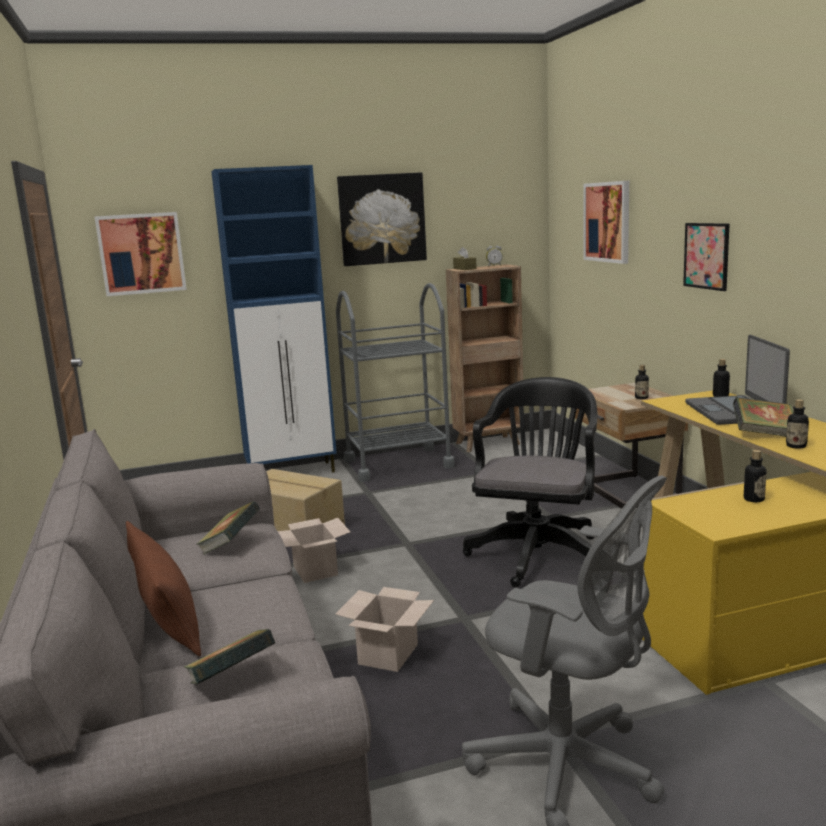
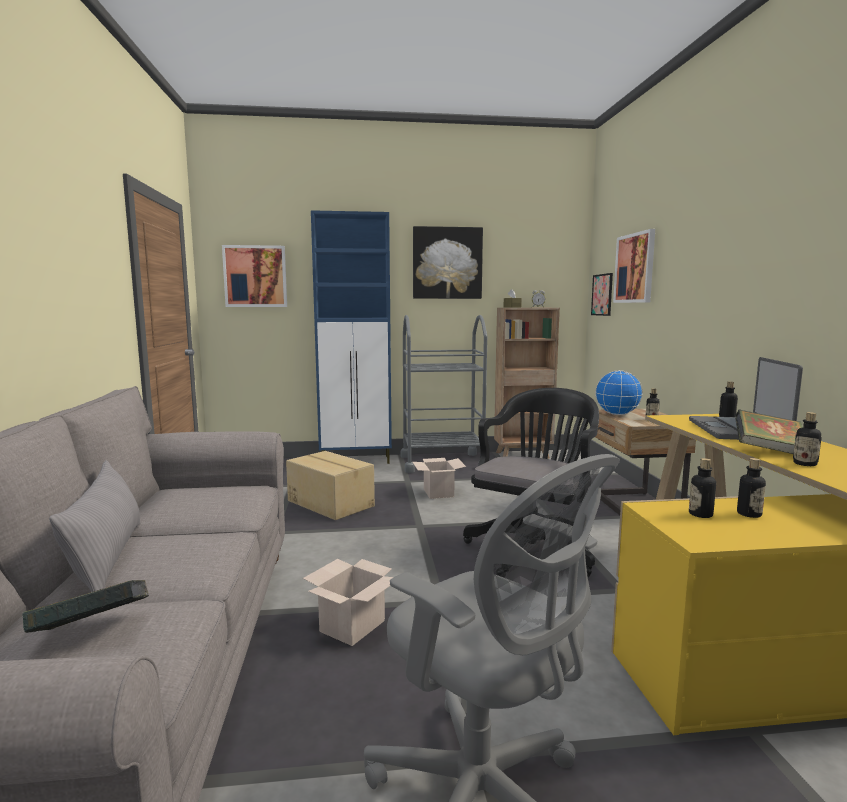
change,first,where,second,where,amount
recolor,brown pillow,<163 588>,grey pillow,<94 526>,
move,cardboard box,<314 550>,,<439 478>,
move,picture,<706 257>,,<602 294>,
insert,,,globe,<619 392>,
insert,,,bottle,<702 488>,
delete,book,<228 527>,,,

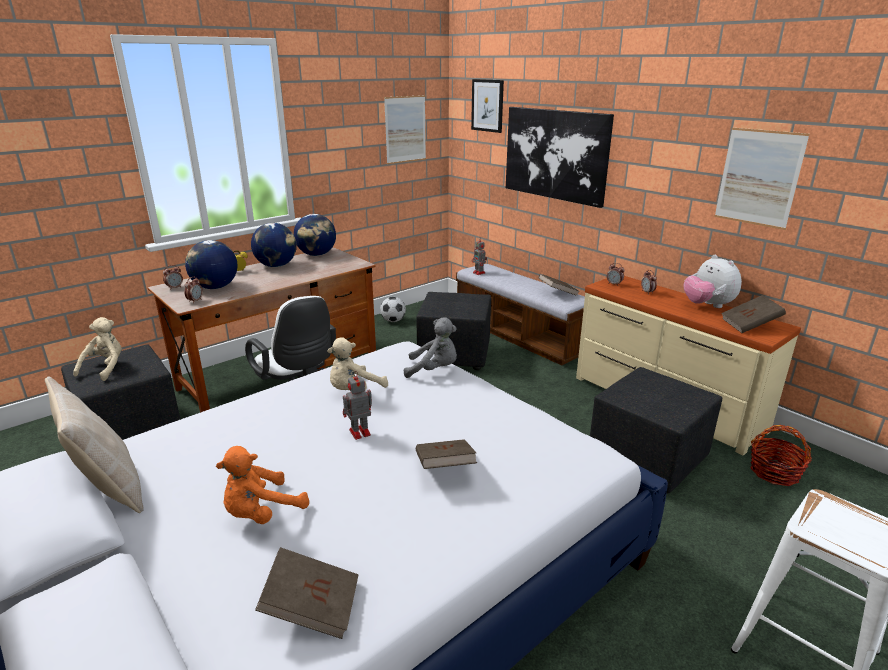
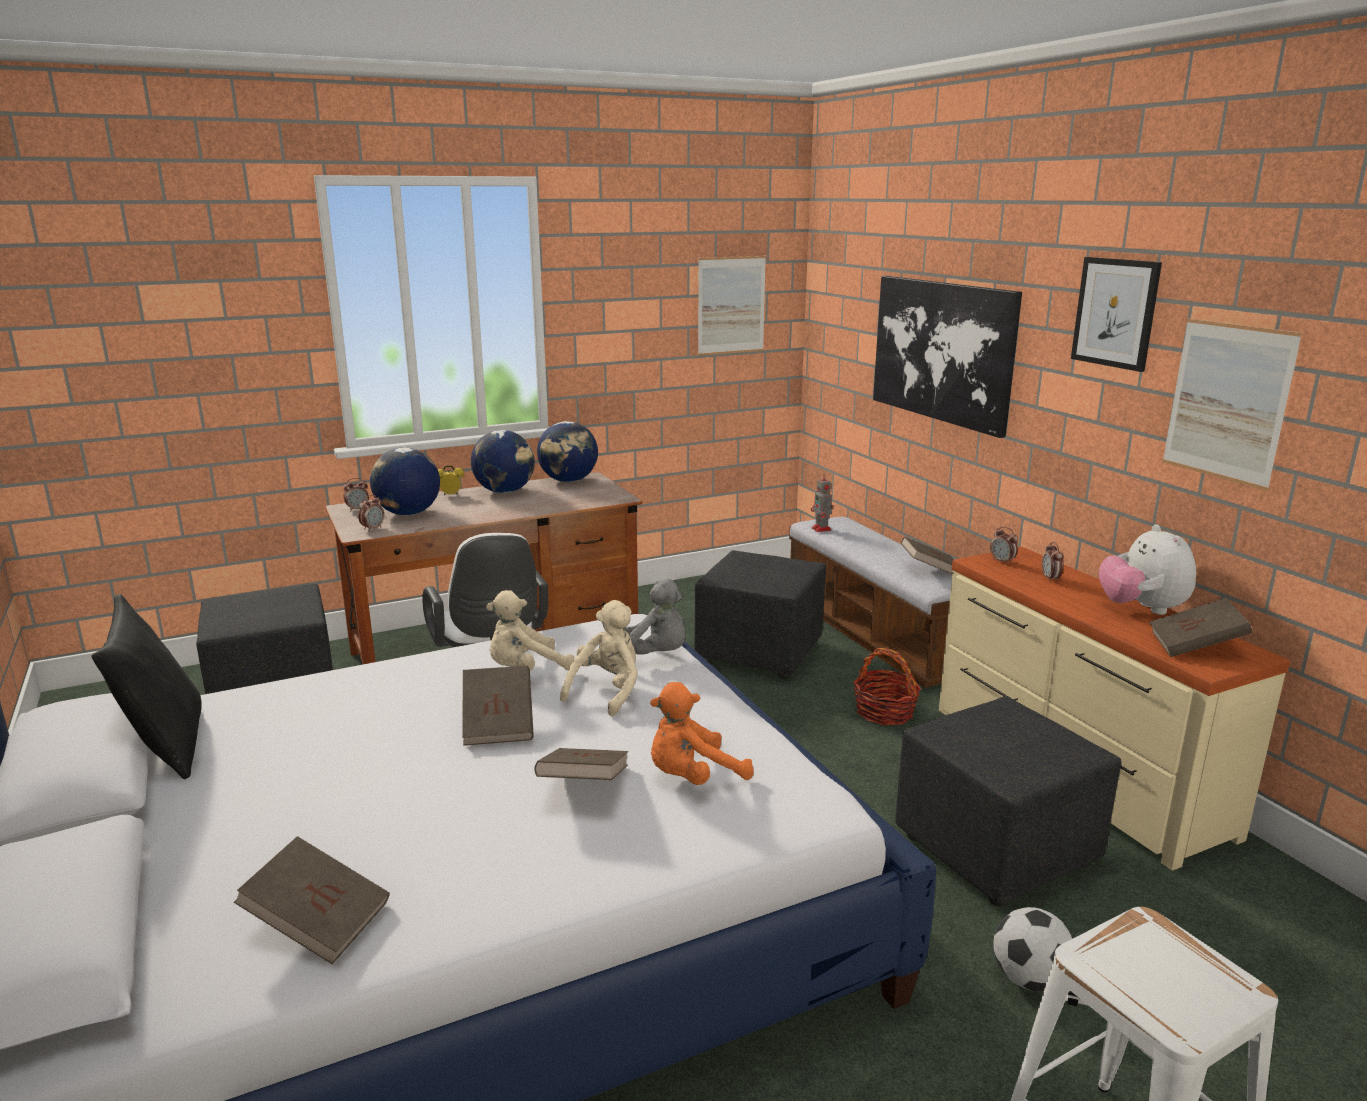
change,first,where,second,where,amount
recolor,beige pillow,<94 444>,black pillow,<147 686>,
replace,toy robot,<357 405>,brown book,<498 706>,
move,beige plush toy,<97 349>,,<599 658>,
move,orange plush toy,<262 485>,,<702 733>,
move,basket,<781 455>,,<887 686>,
move,football,<393 309>,,<1033 949>,
move,picture,<487 106>,,<1116 314>,

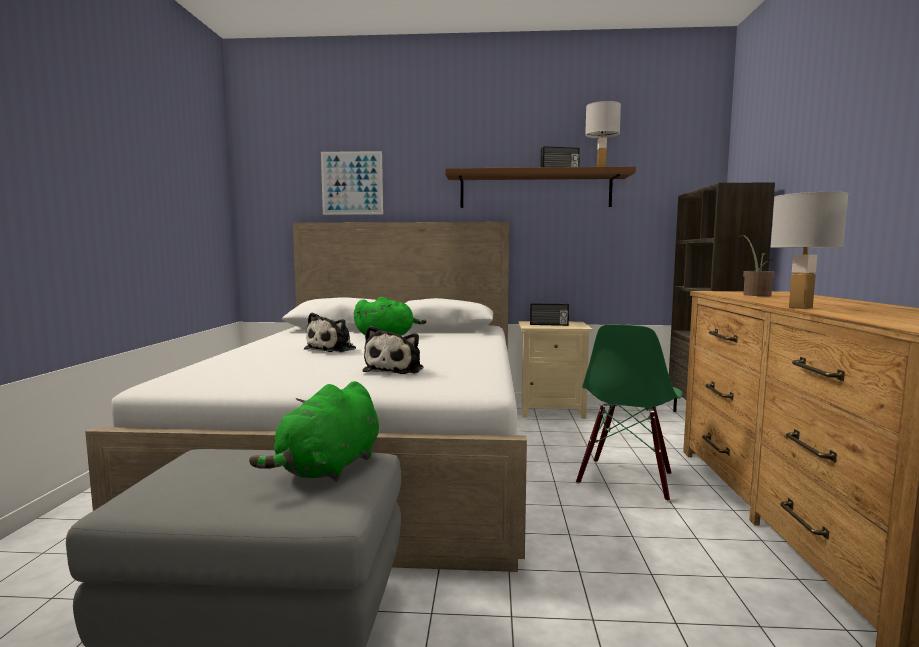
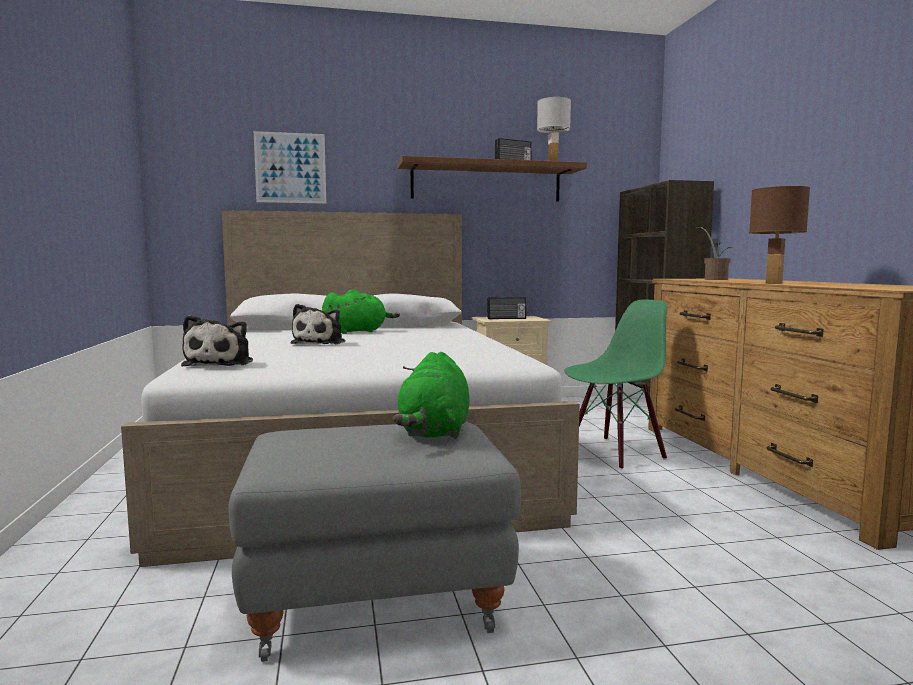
change,first,where,second,where,amount
move,plush toy,<393 350>,,<217 340>,
rotate,green chair,<629 413>,,<615 385>,135 degrees counterclockwise
recolor,white table lamp,<809 250>,brown table lamp,<779 235>,

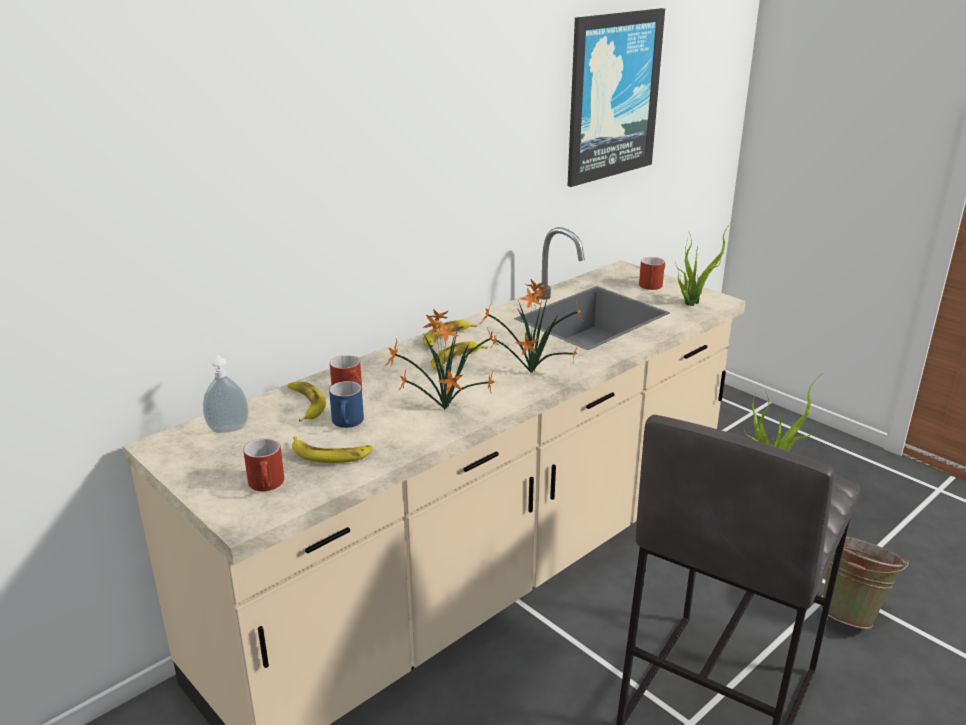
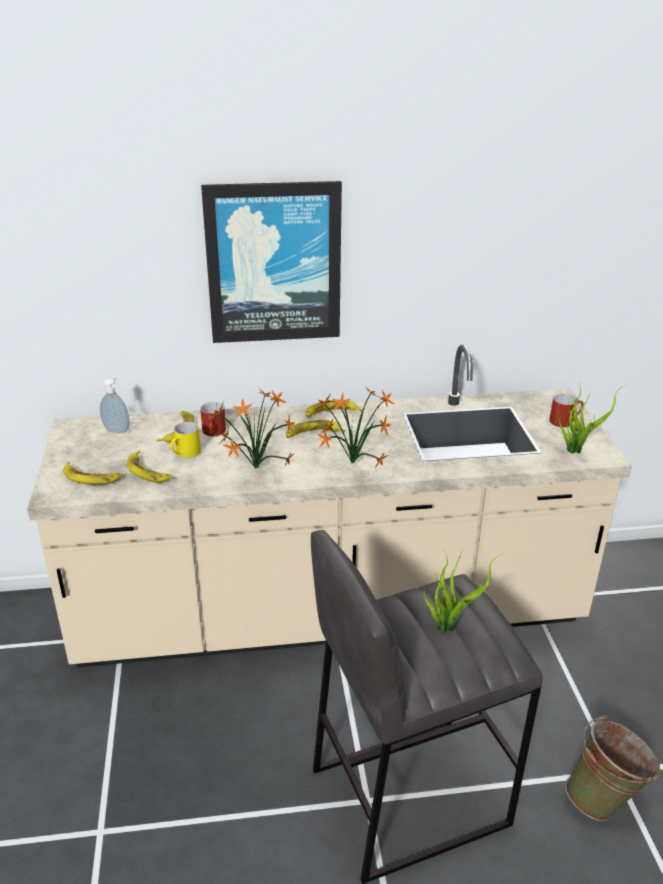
change,first,where,second,where,amount
replace,red mug,<263 464>,banana,<92 473>,
recolor,blue mug,<346 404>,yellow mug,<185 440>,
move,picture,<616 97>,,<271 262>,

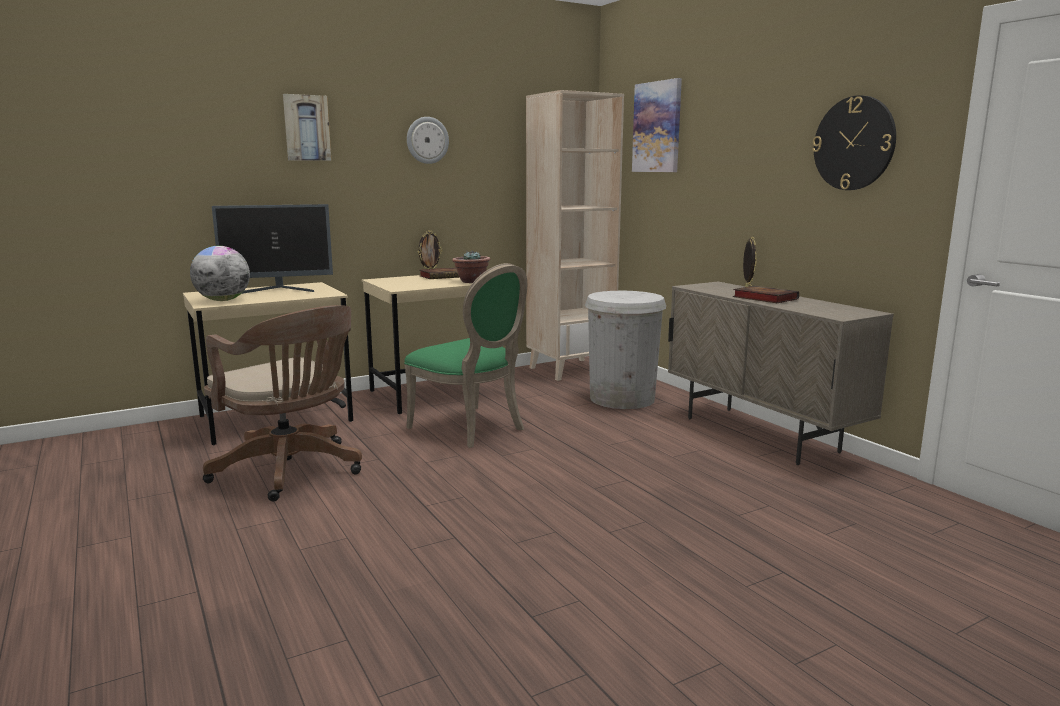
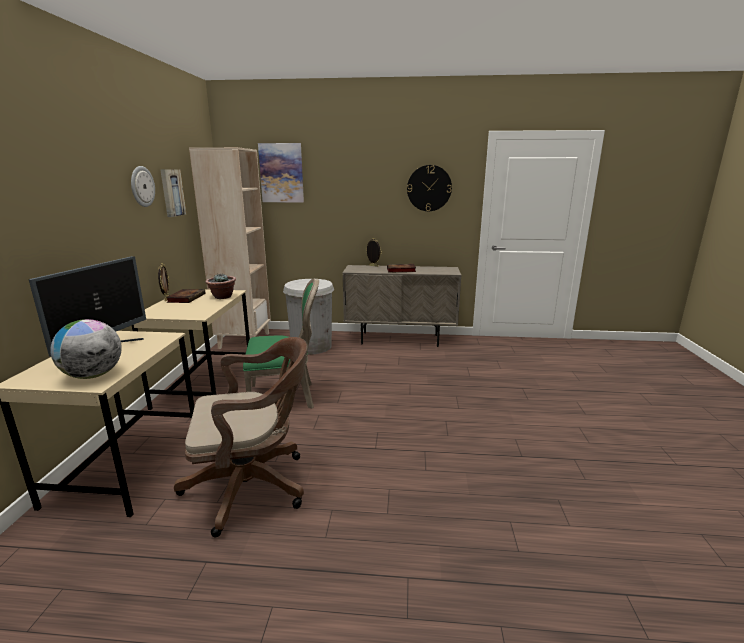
change,first,where,second,where,amount
move,picture,<307 127>,,<173 193>,

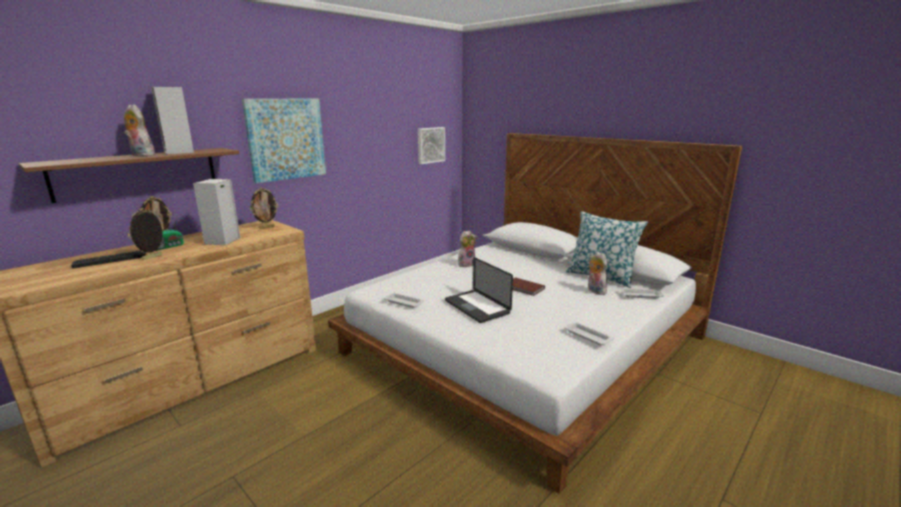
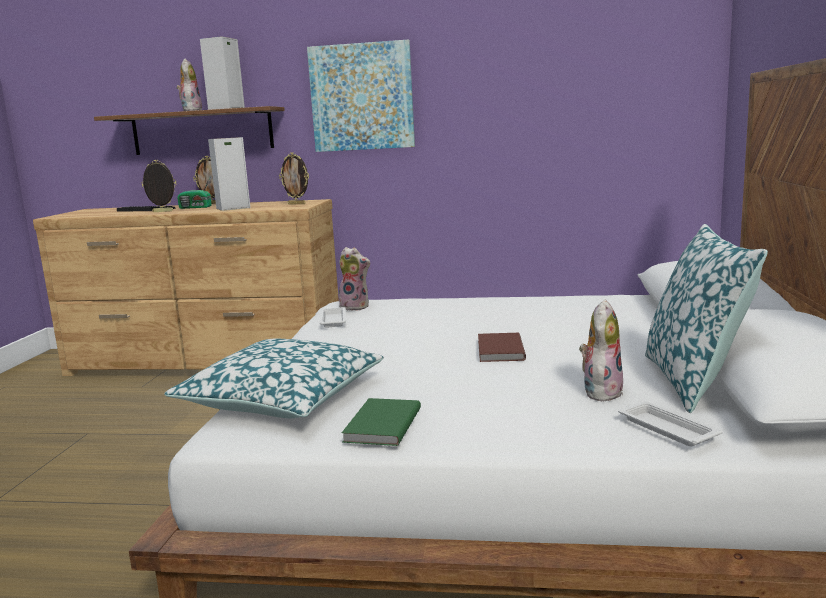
change,first,where,second,where,amount
insert,,,pillow,<274 378>,
move,plush toy,<467 249>,,<355 279>,
replace,white tray,<589 334>,green book,<381 422>,
delete,picture,<431 145>,,,
delete,laptop,<479 290>,,,

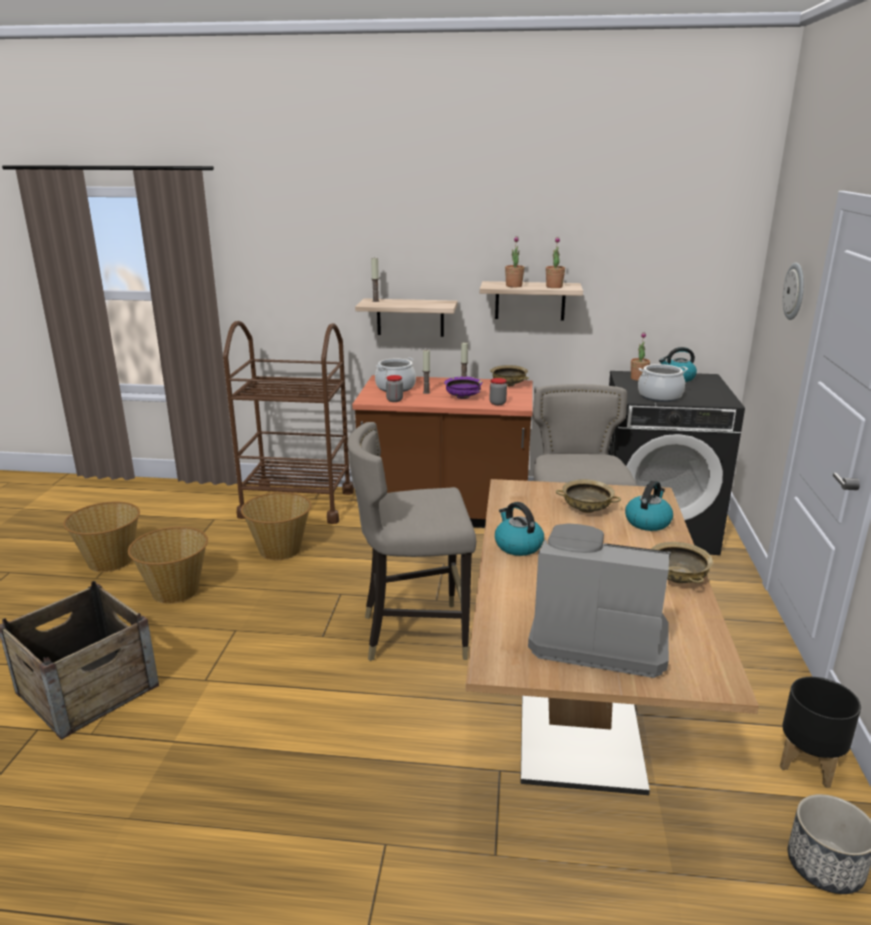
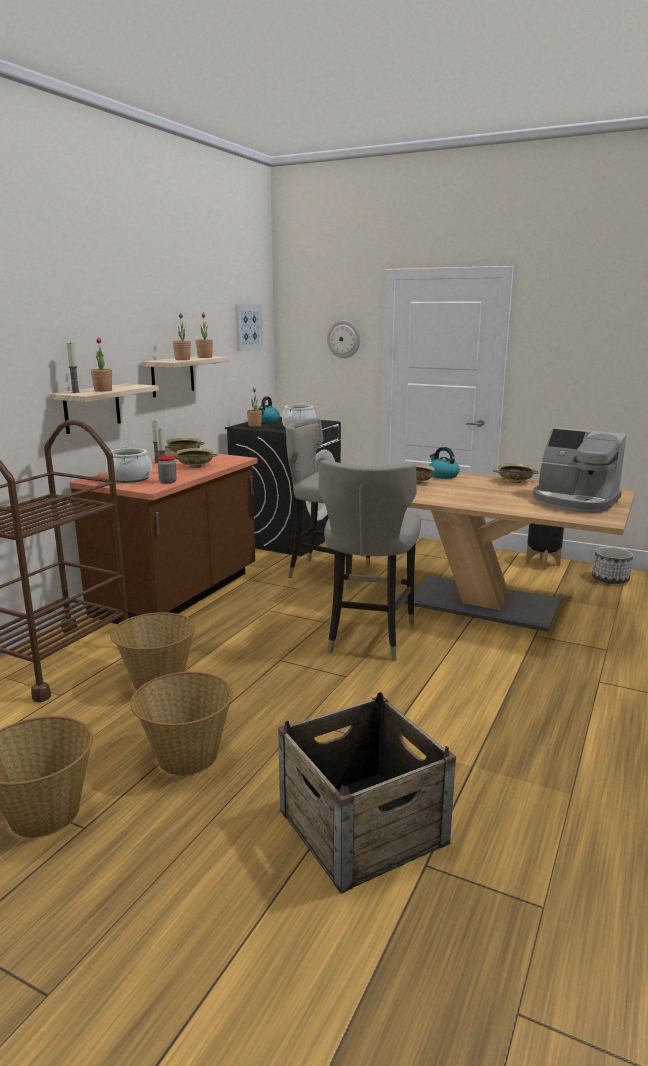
change,first,where,second,where,amount
insert,,,potted plant,<101 364>,
recolor,purple bowl,<463 388>,beige bowl,<195 458>,
insert,,,picture,<249 328>,
rotate,coffee machine,<599 600>,,<580 470>,90 degrees counterclockwise
delete,jar,<498 391>,,,
delete,kettle,<519 529>,,,

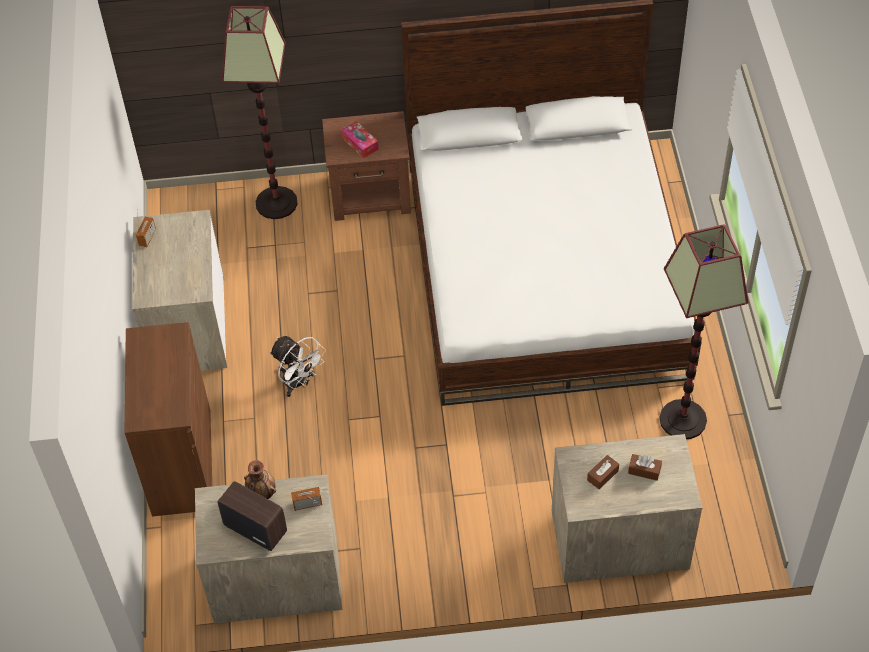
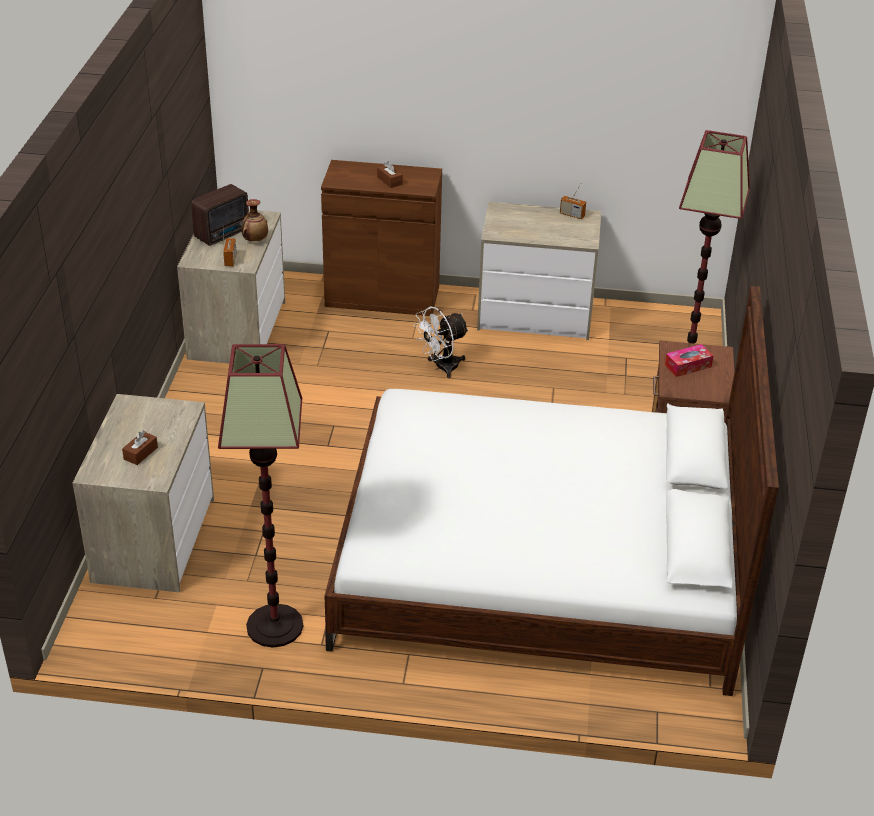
change,first,where,second,where,amount
move,brown tissue box,<603 472>,,<390 174>,

